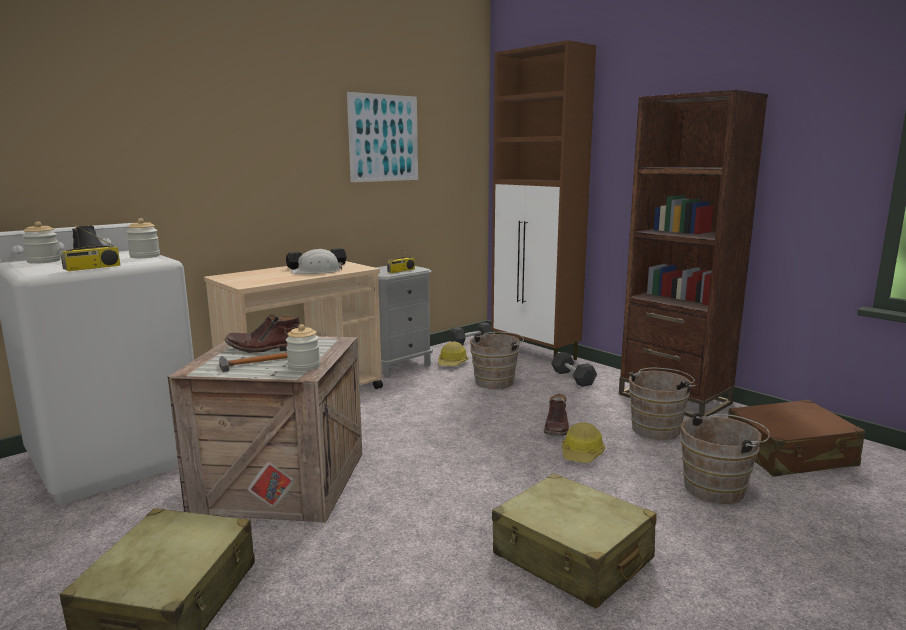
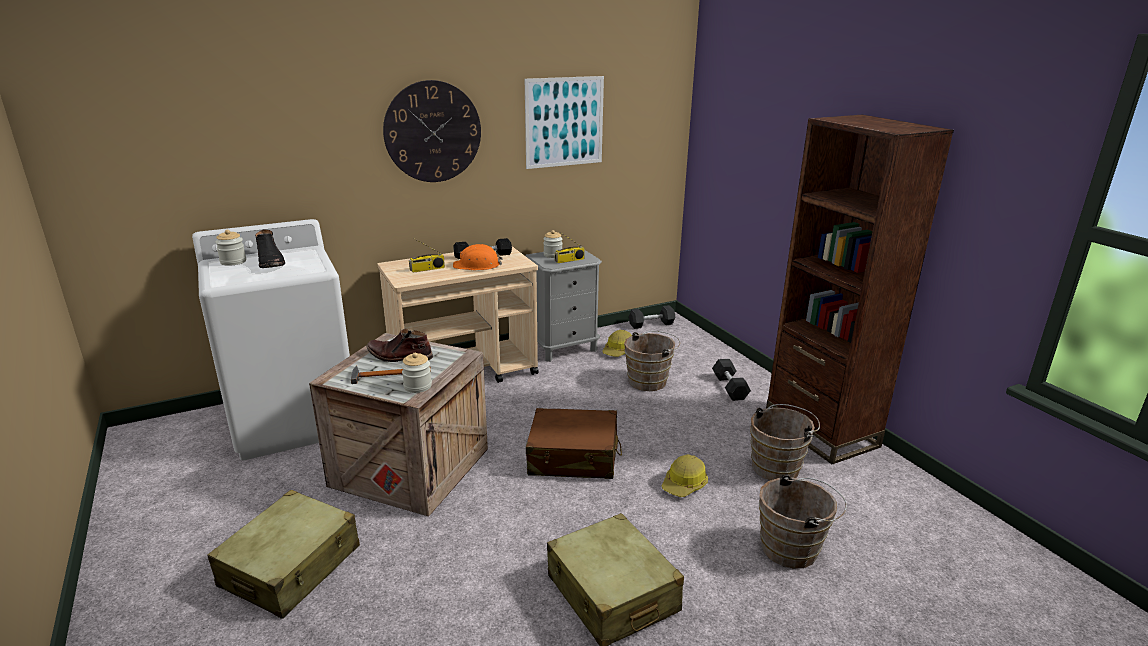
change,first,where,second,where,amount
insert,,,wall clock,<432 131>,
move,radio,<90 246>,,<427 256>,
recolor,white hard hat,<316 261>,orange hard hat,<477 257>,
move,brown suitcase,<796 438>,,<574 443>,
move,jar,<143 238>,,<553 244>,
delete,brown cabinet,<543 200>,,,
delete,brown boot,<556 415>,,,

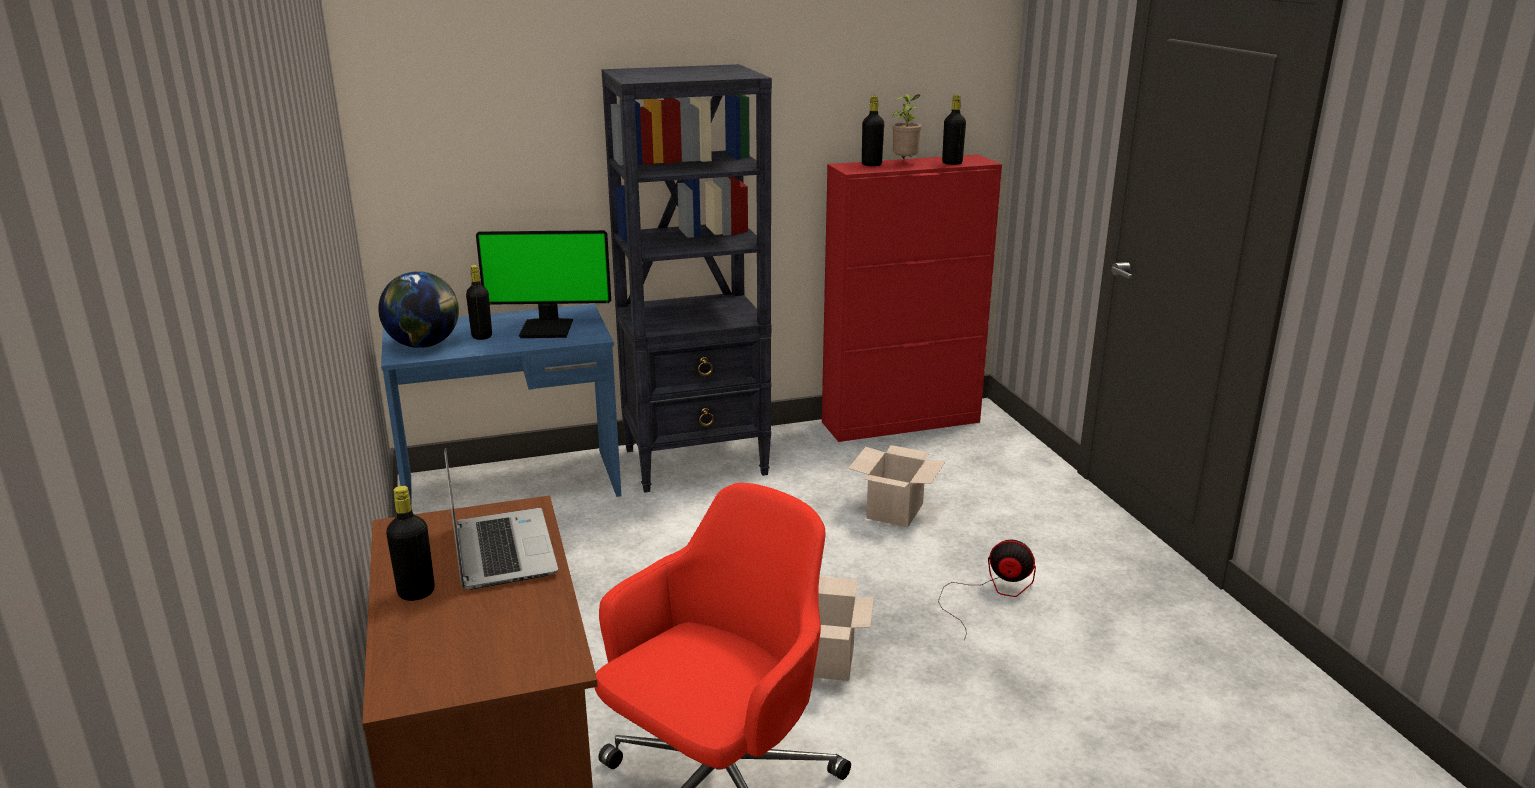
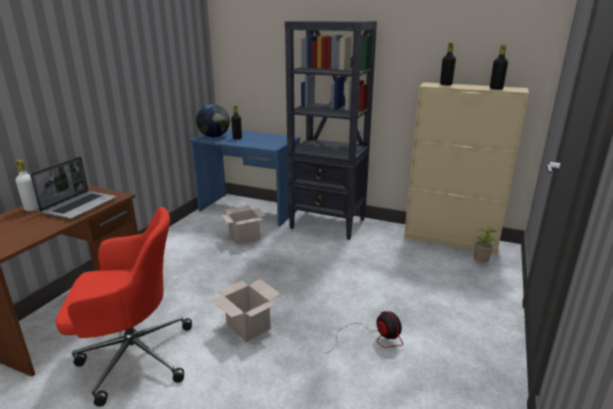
change,first,where,second,where,amount
recolor,black bottle,<410 543>,white bottle,<27 186>,
move,cardboard box,<897 486>,,<243 225>,
recolor,red cabinet,<912 298>,beige cabinet,<466 168>,
move,potted plant,<907 126>,,<485 245>,
delete,monitor,<543 284>,,,

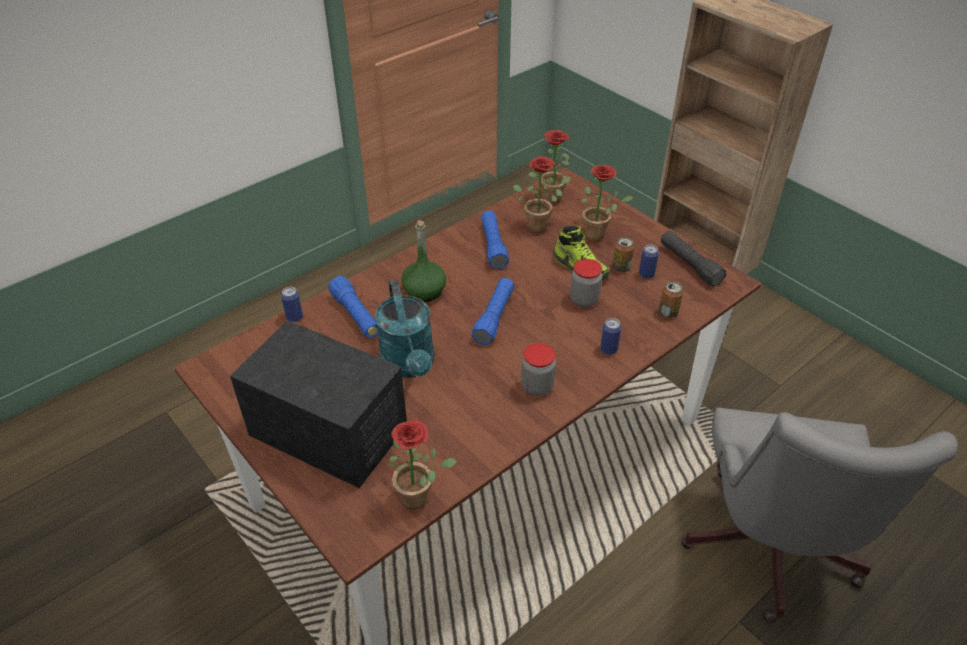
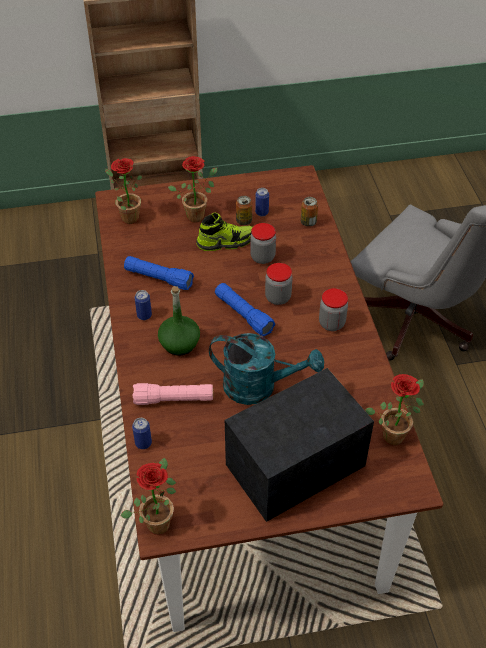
change,first,where,second,where,amount
move,potted plant,<542 195>,,<148 496>,
recolor,blue flashlight,<353 307>,pink flashlight,<172 394>,
move,can,<610 336>,,<143 305>,
insert,,,jar,<278 284>,
delete,black flashlight,<693 258>,,,

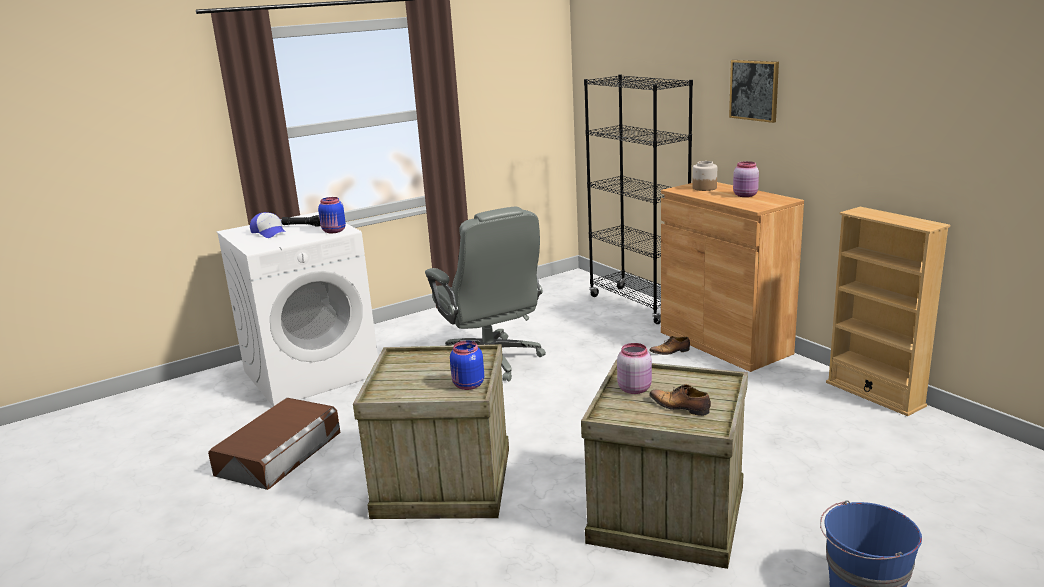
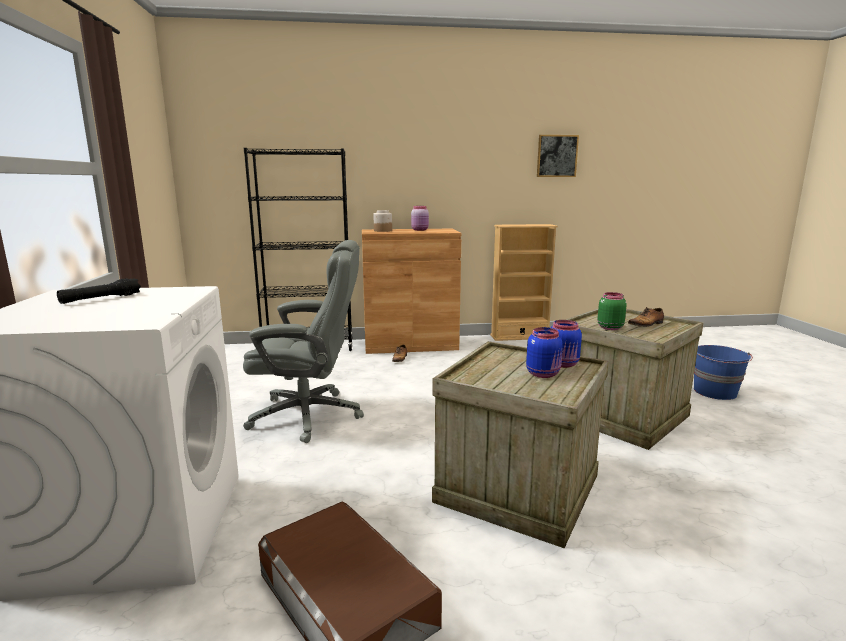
change,first,where,second,where,amount
move,blue jar,<332 215>,,<544 352>,
move,picture,<754 91>,,<558 156>,
recolor,pink jar,<634 368>,green jar,<612 311>,
delete,cap,<268 225>,,,

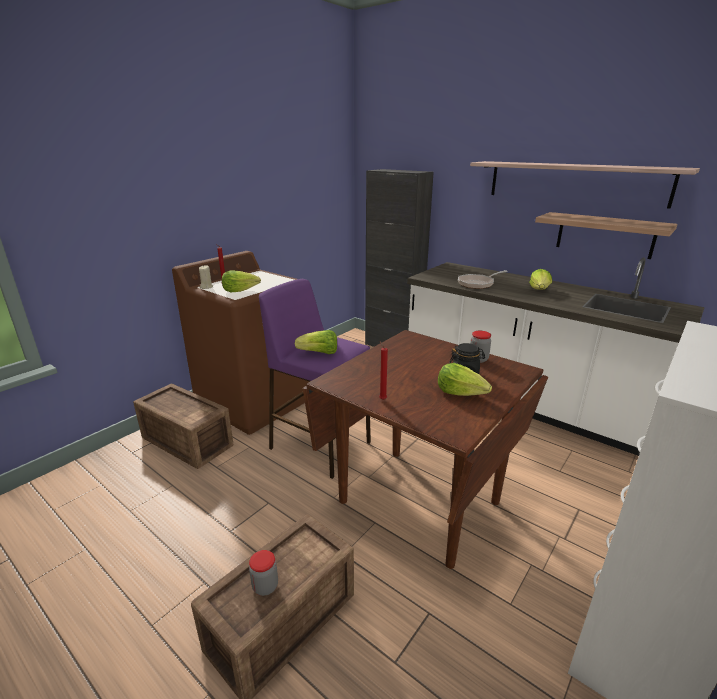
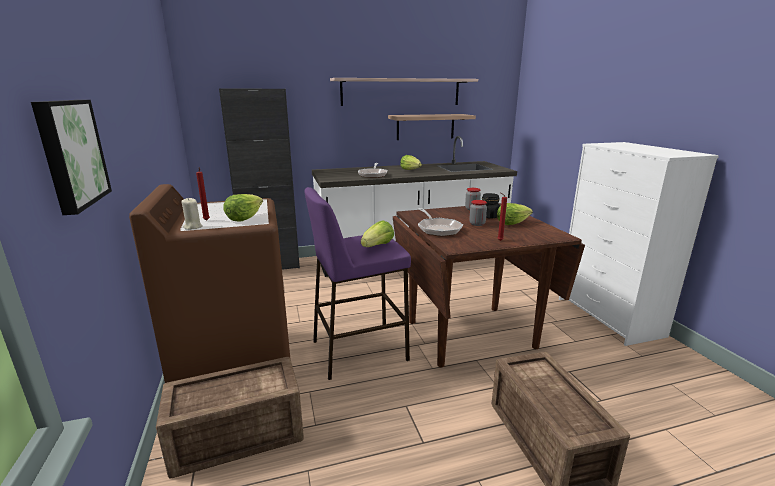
change,first,where,second,where,amount
insert,,,picture,<71 157>,
insert,,,frying pan,<440 222>,
move,jar,<263 573>,,<478 213>,

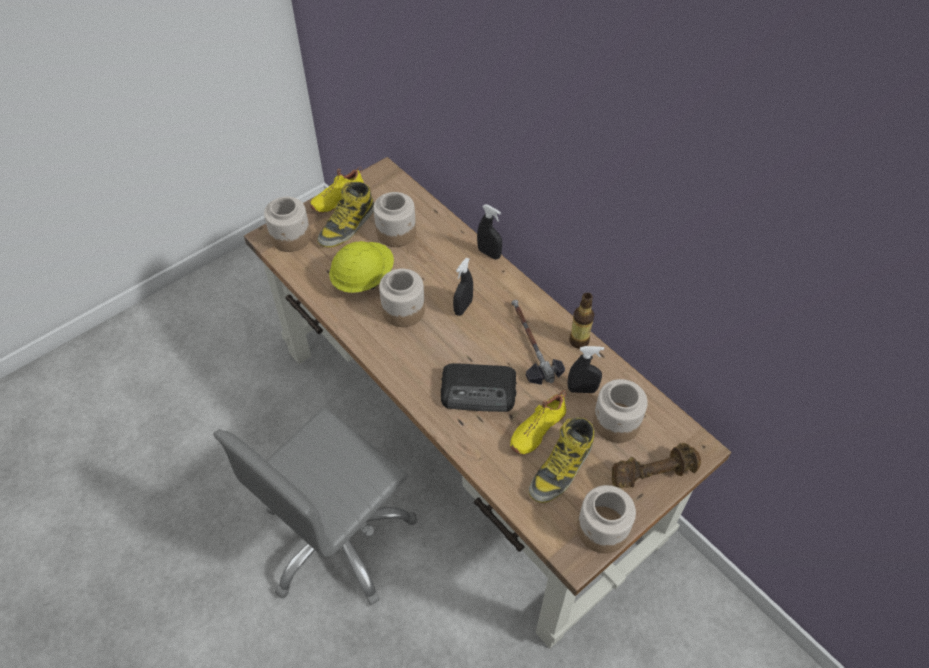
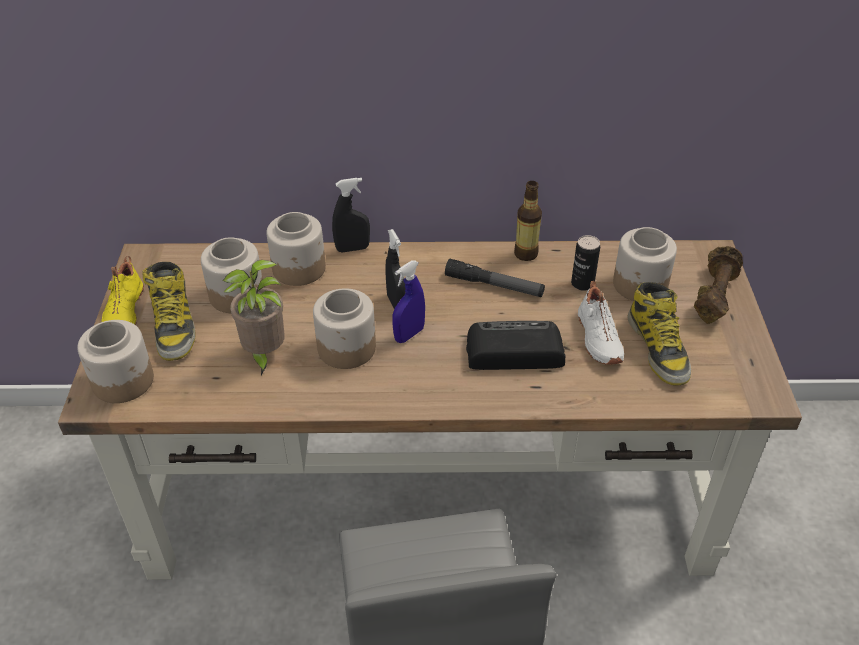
change,first,where,second,where,amount
replace,yellow hard hat,<361 267>,potted plant,<254 318>,
move,jar,<606 519>,,<296 249>,
insert,,,blue spray bottle,<408 301>,
replace,hammer,<538 342>,flashlight,<495 278>,
rotate,radio,<478 387>,,<516 345>,135 degrees counterclockwise
replace,black spray bottle,<586 369>,can,<585 263>,
recolor,yellow shoe,<538 422>,white shoe,<601 323>,

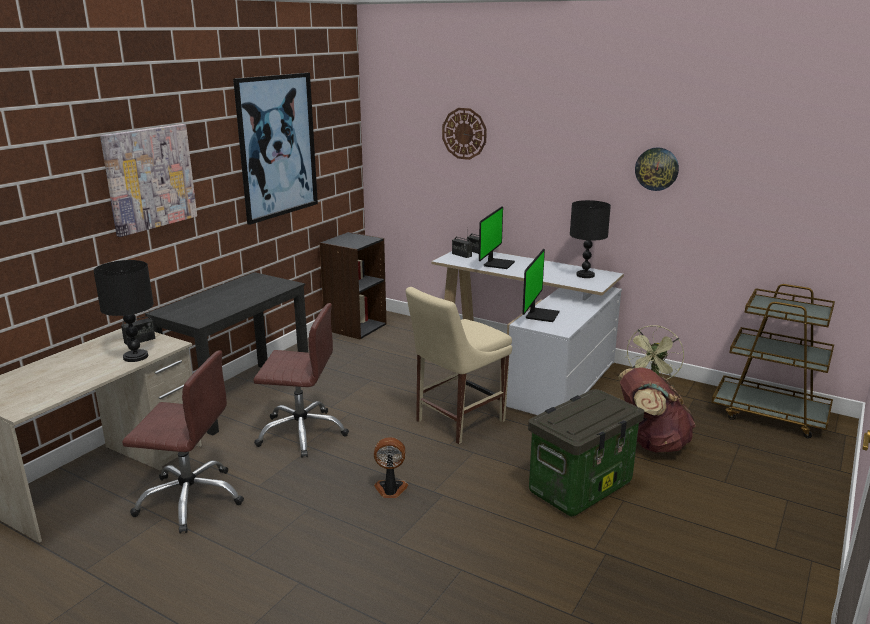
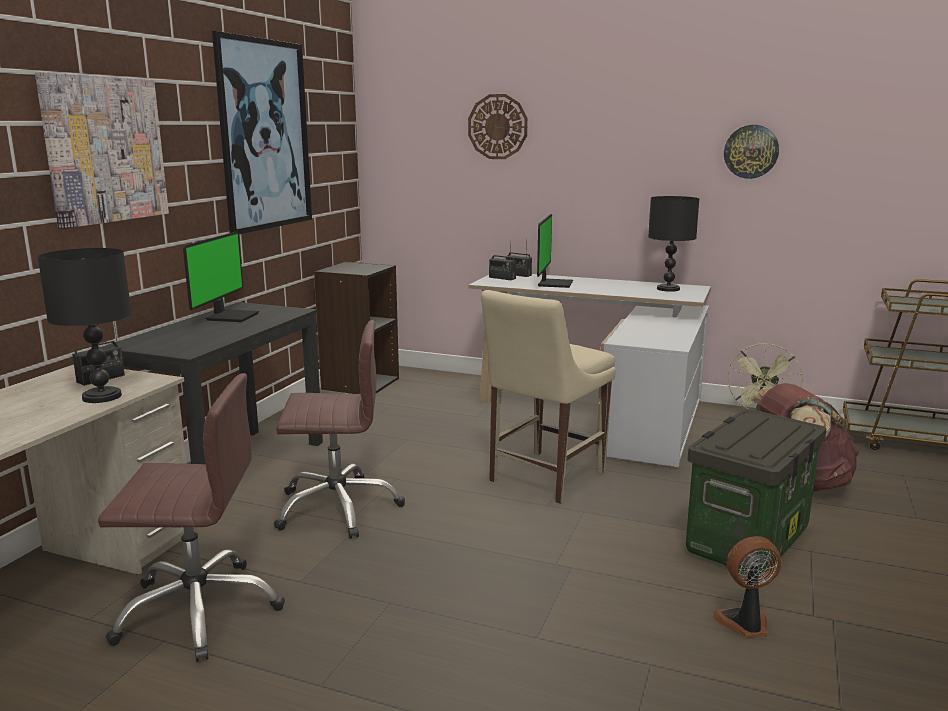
change,first,where,second,where,amount
move,monitor,<541 285>,,<221 276>,
move,fan,<391 467>,,<746 587>,

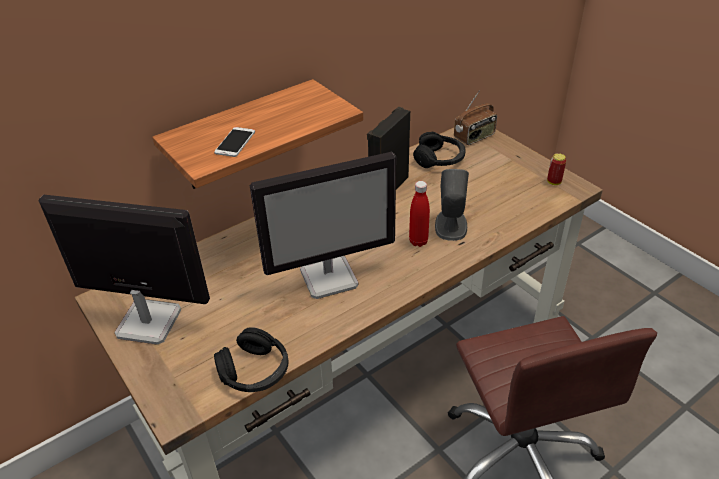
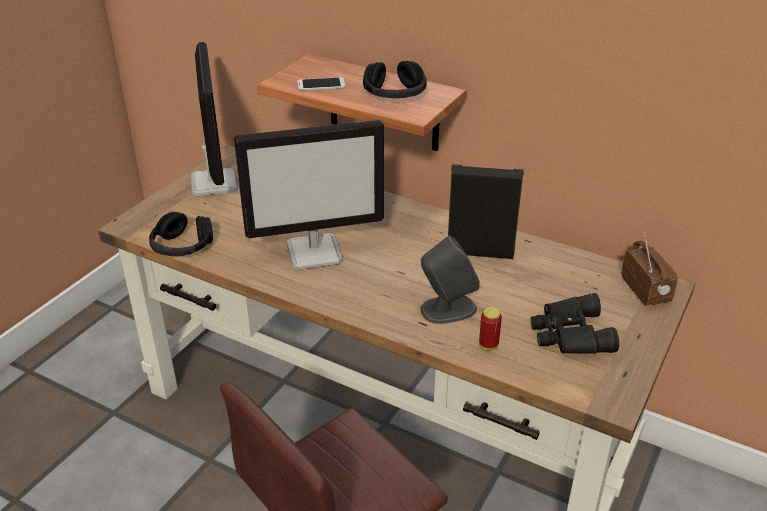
change,first,where,second,where,amount
rotate,monitor,<322 225>,,<309 195>,60 degrees counterclockwise
move,black headphones,<439 150>,,<395 79>,
move,can,<556 169>,,<490 328>,
insert,,,black binoculars,<575 323>,
rotate,radio,<475 118>,,<649 269>,135 degrees counterclockwise
delete,red bottle,<419 214>,,,

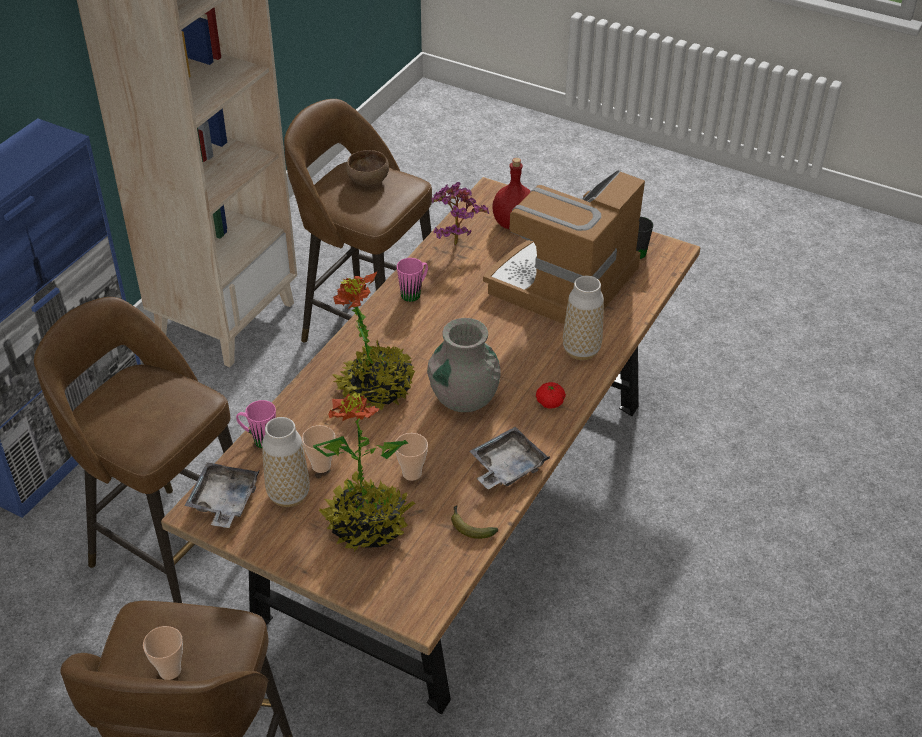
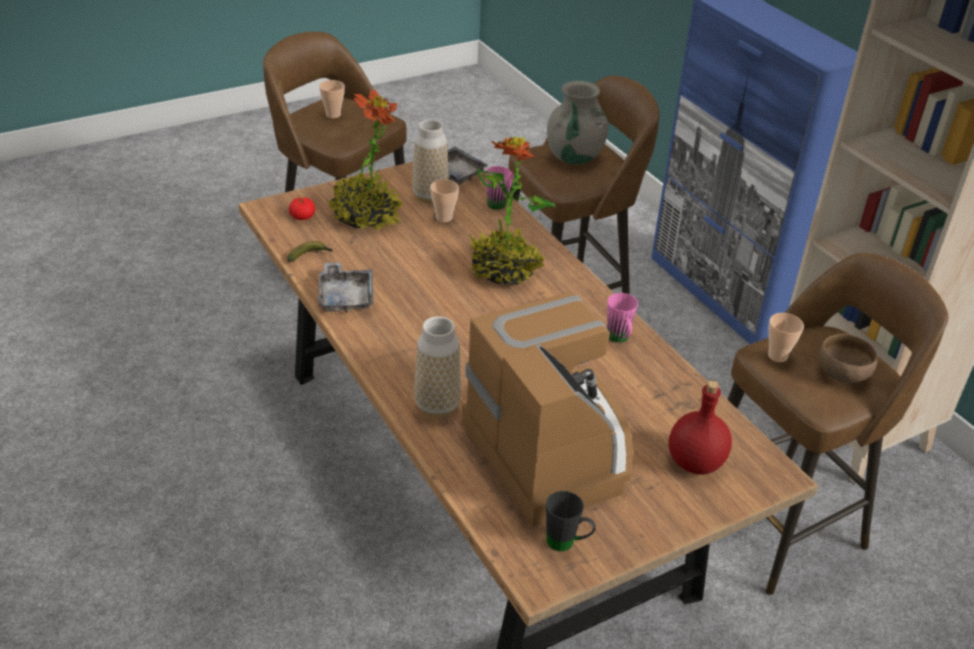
change,first,where,second,where,amount
move,tomato,<551 395>,,<302 209>,
move,grey vase,<464 365>,,<578 122>,
move,cup,<411 457>,,<786 337>,
delete,potted plant,<460 214>,,,

